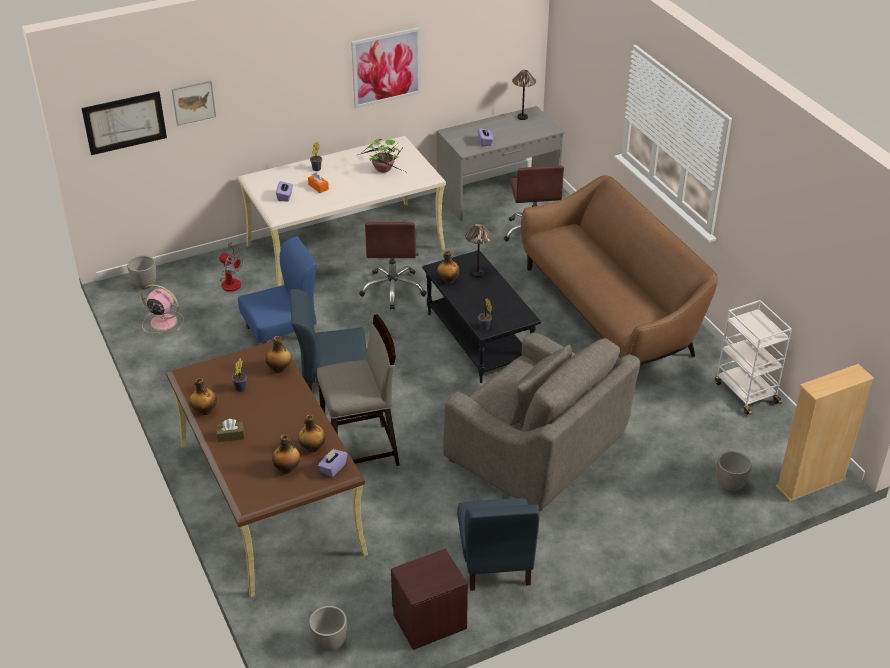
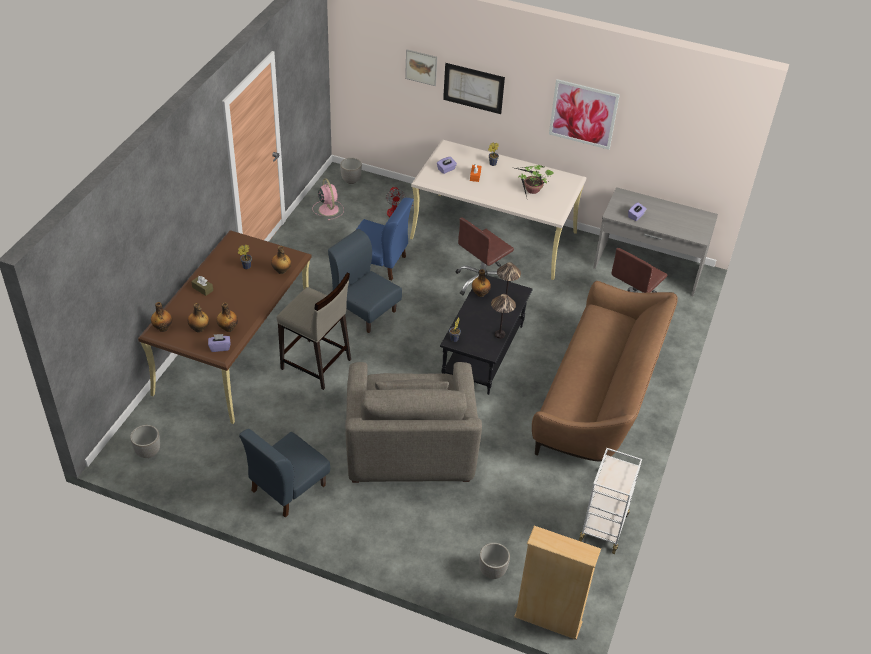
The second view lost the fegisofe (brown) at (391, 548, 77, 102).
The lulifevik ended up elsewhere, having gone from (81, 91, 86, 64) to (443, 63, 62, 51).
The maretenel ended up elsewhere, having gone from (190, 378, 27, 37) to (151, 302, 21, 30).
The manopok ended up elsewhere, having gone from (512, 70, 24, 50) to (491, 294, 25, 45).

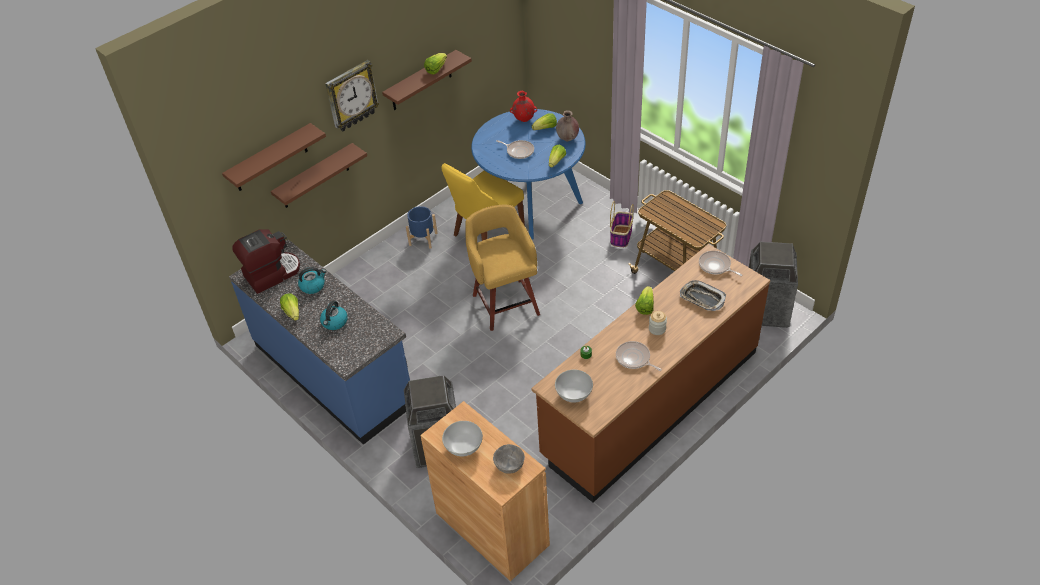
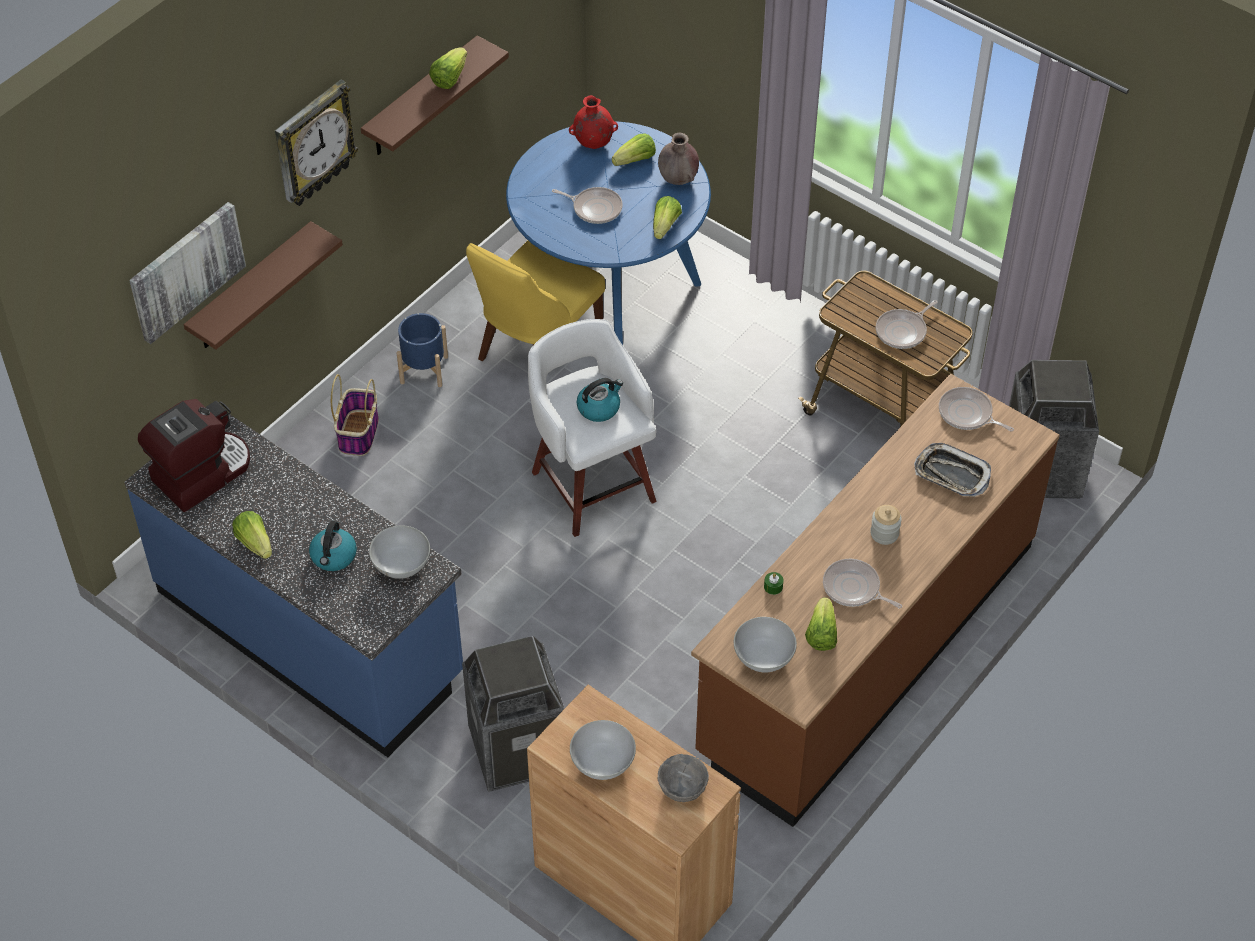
The second view gained the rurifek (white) at (369, 525, 61, 54).
The second view gained the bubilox at (876, 300, 61, 49).
The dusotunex ended up elsewhere, having gone from (298, 267, 28, 27) to (577, 378, 46, 44).
The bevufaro ended up elsewhere, having gone from (610, 201, 24, 47) to (331, 374, 48, 82).
The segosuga ended up elsewhere, having gone from (635, 286, 19, 29) to (805, 597, 32, 54).
Where the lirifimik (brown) hung at (222, 123, 104, 68), the lulifevik came to hang at (129, 202, 117, 142).
What was the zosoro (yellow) at (465, 205, 75, 126) turned into the zosoro (white) at (528, 319, 128, 218).

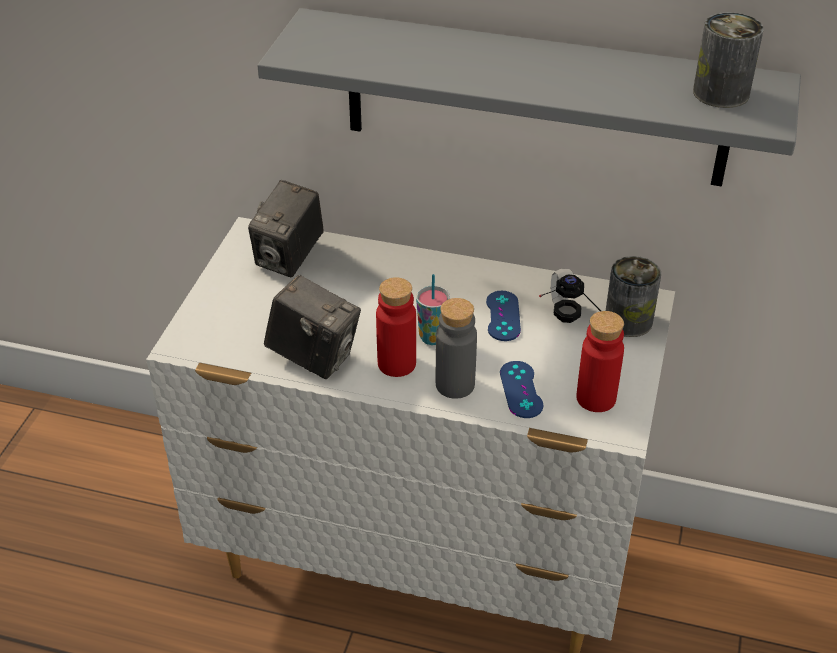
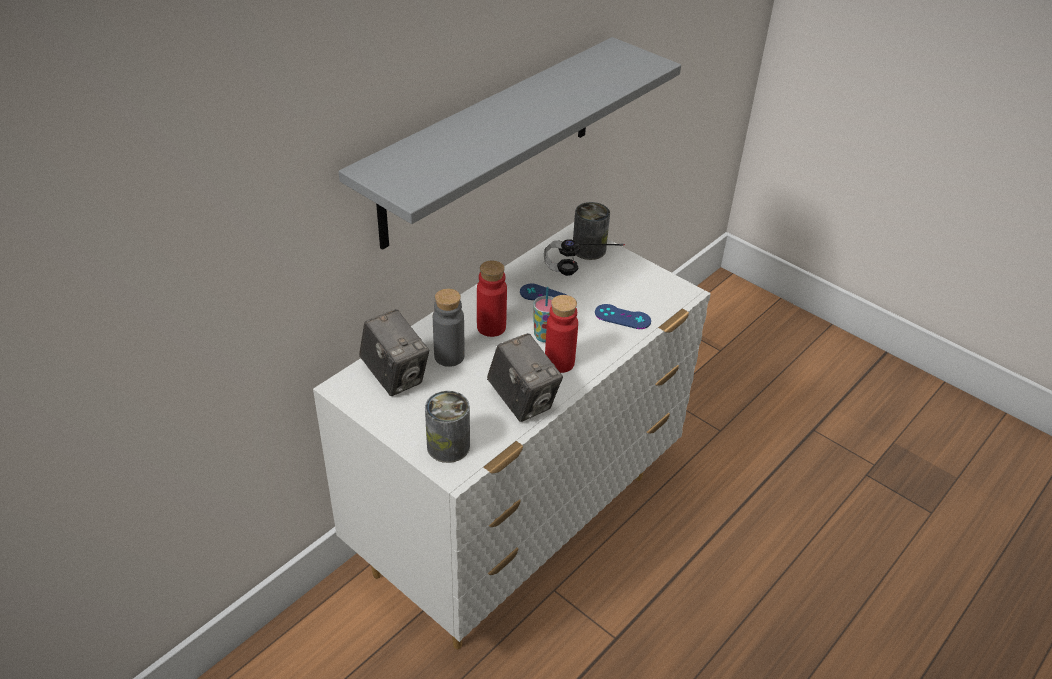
The maretenel (grey) ended up elsewhere, having gone from (436, 298, 41, 101) to (433, 289, 32, 78).
The maretenel (red) ended up elsewhere, having gone from (576, 311, 48, 101) to (477, 260, 30, 77).
The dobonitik ended up elsewhere, having gone from (693, 12, 71, 96) to (425, 391, 45, 72).
The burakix at (264, 275, 97, 104) ended up facing another way, 90 degrees clockwise from before.

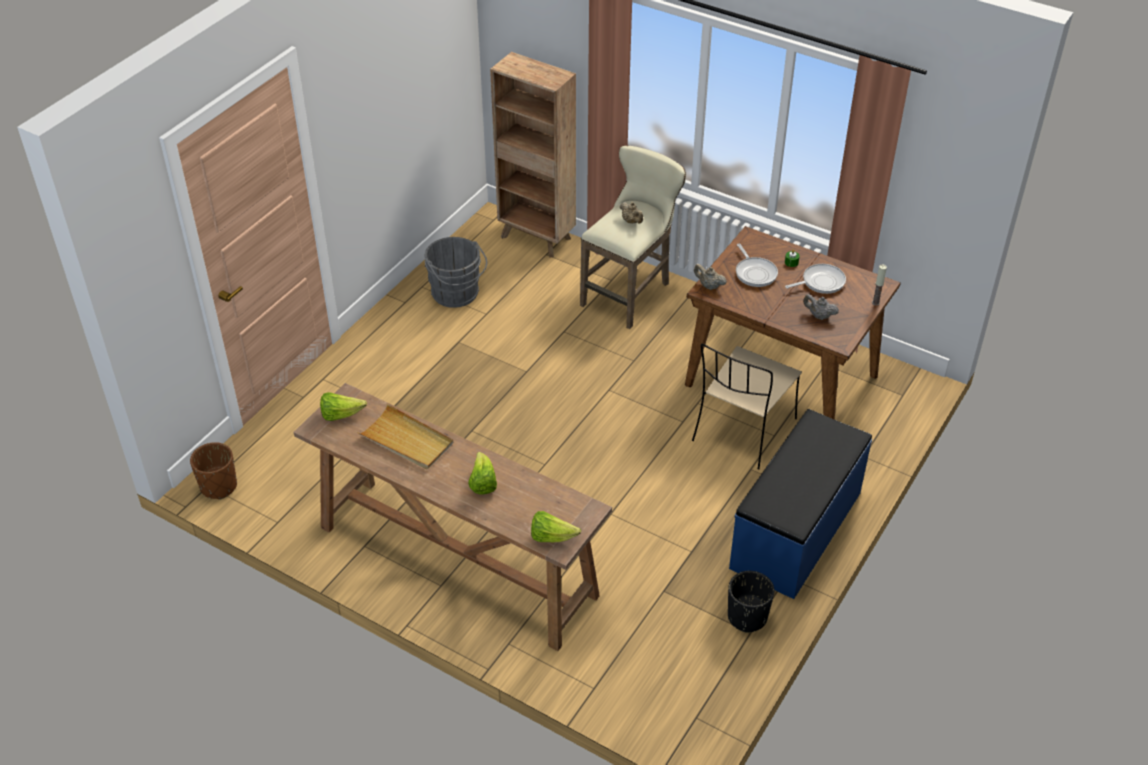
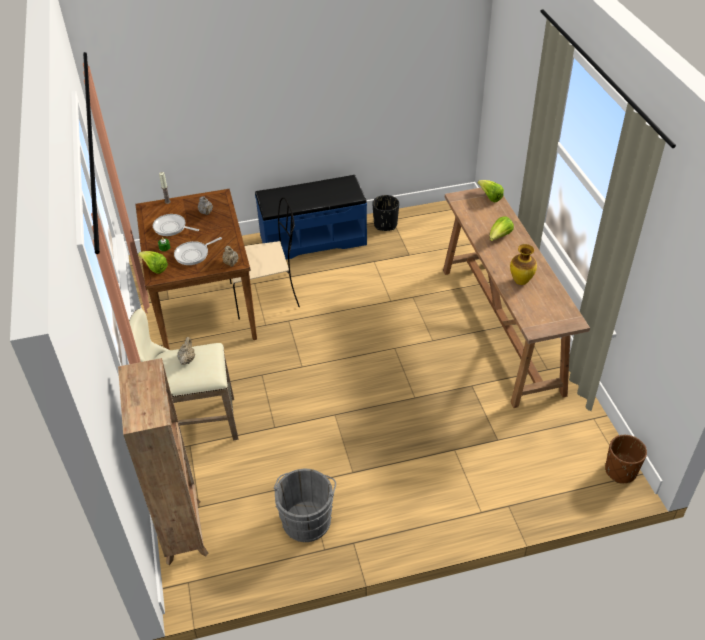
The segosuga ended up elsewhere, having gone from (320, 392, 47, 29) to (138, 251, 30, 23).
Where the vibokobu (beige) stood at (357, 404, 96, 66), the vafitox came to stand at (510, 244, 27, 41).
The bubilox at (736, 244, 42, 43) ended up facing another way, 150 degrees counterclockwise from before.

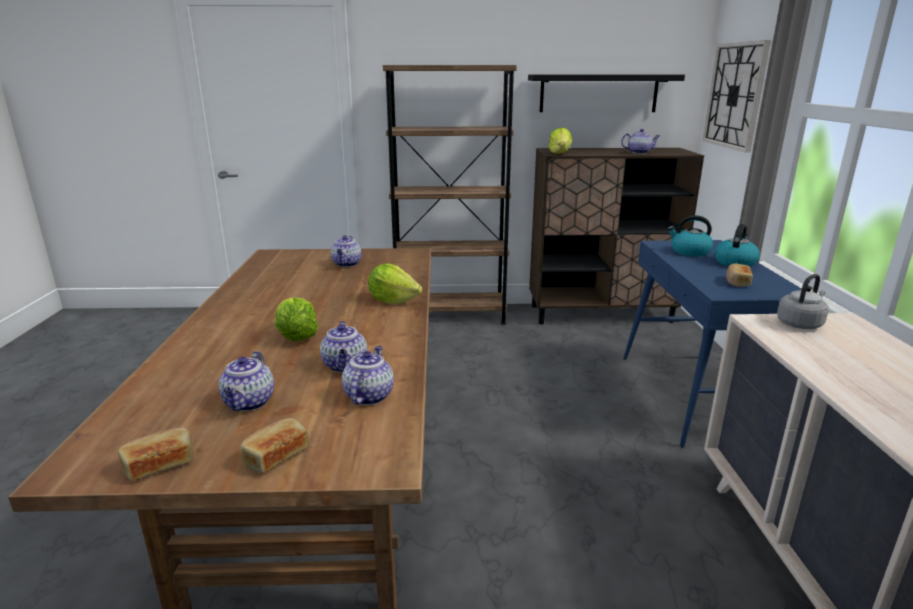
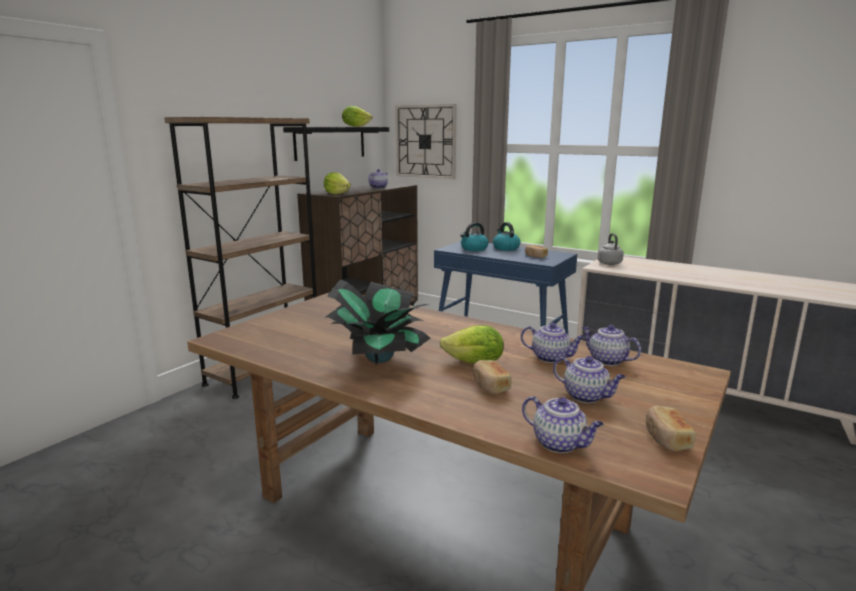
The second view gained the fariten at (326, 280, 105, 84).
The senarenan ended up elsewhere, having gone from (240, 418, 69, 55) to (473, 360, 39, 34).
The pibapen ended up elsewhere, having gone from (331, 235, 31, 32) to (522, 396, 82, 57).
The segosuga ended up elsewhere, having gone from (368, 263, 55, 41) to (342, 106, 30, 21).

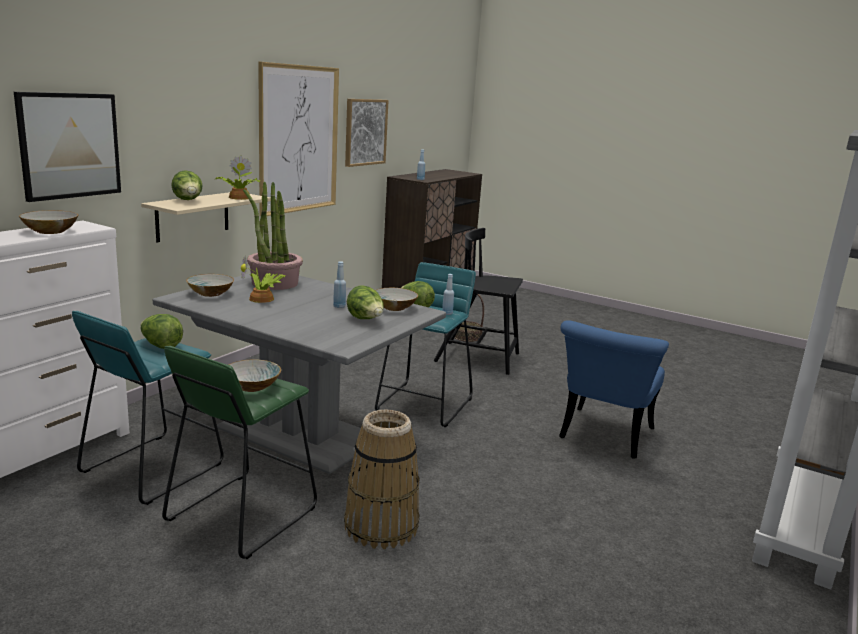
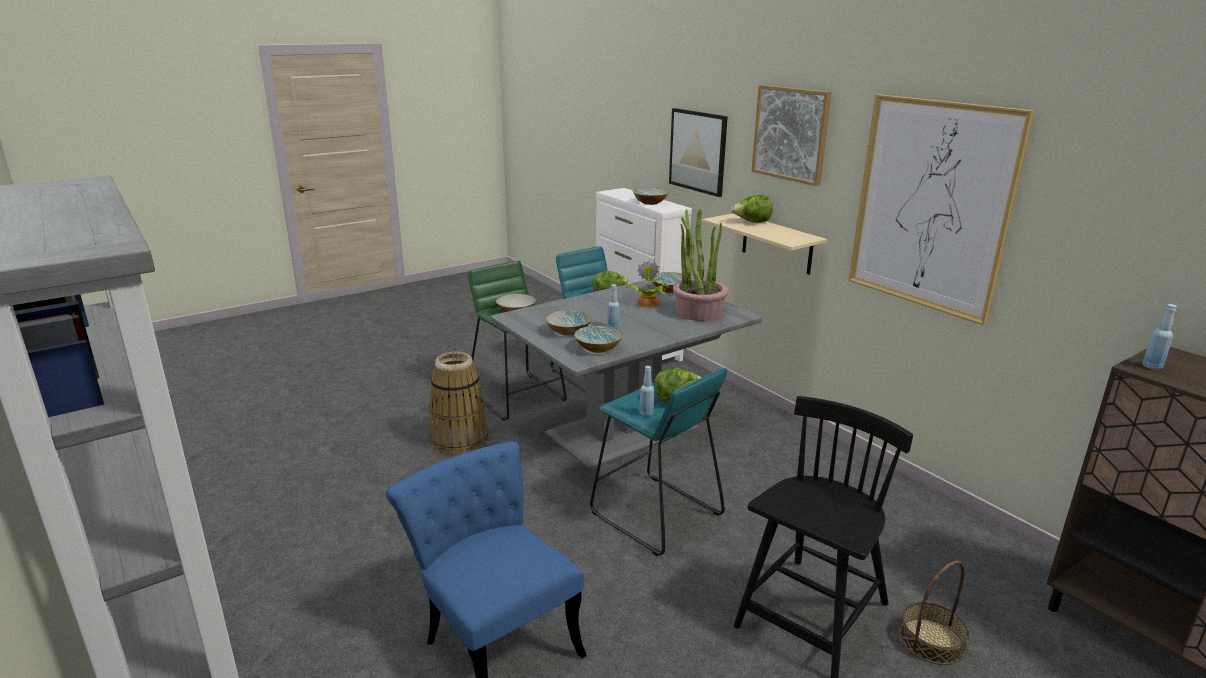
The second view lost the fariten at (216, 155, 44, 45).
The lulifevik ended up elsewhere, having gone from (345, 99, 44, 68) to (751, 85, 81, 101).
Where the segosuga stood at (347, 285, 37, 34), the rurifek came to stand at (545, 310, 47, 26).

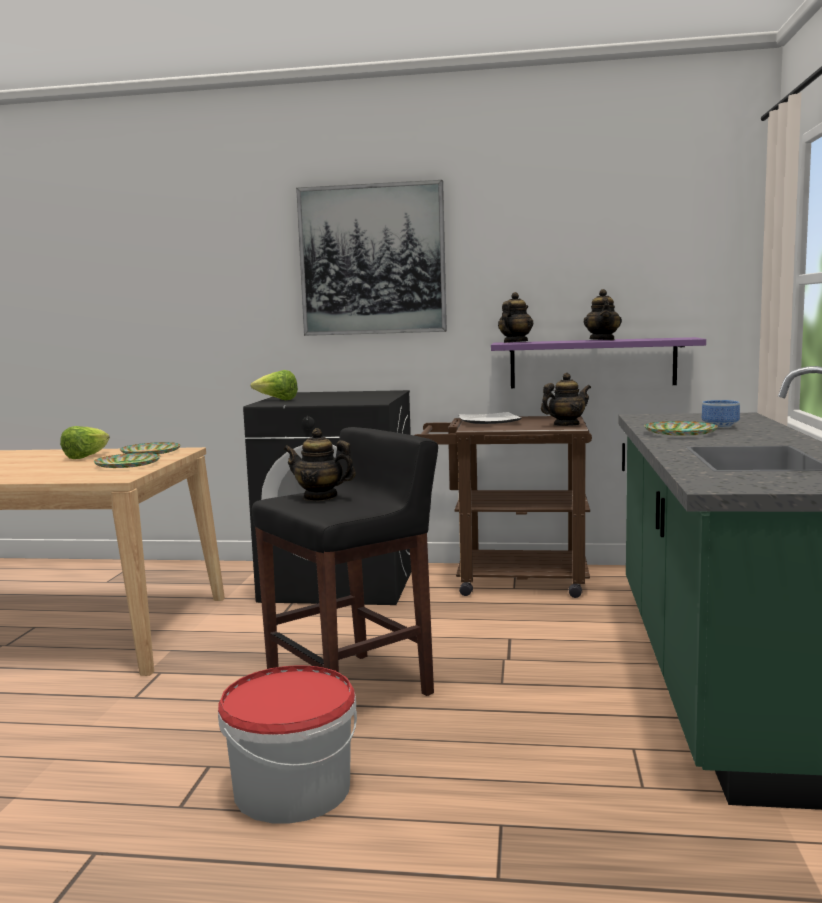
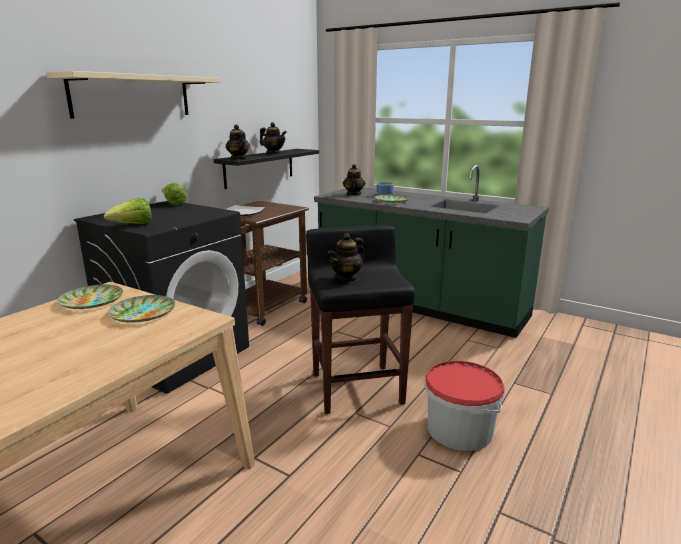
The segosuga ended up elsewhere, having gone from (60, 426, 50, 33) to (162, 183, 25, 22).
The pibapen ended up elsewhere, having gone from (541, 373, 50, 53) to (343, 164, 22, 31).
Where the lulifevik hung at (296, 180, 151, 156), the lirifimik (beige) came to hang at (46, 71, 174, 48).
What was the lirifimik (purple) at (491, 337, 215, 51) turned into the lirifimik (black) at (214, 149, 105, 40).

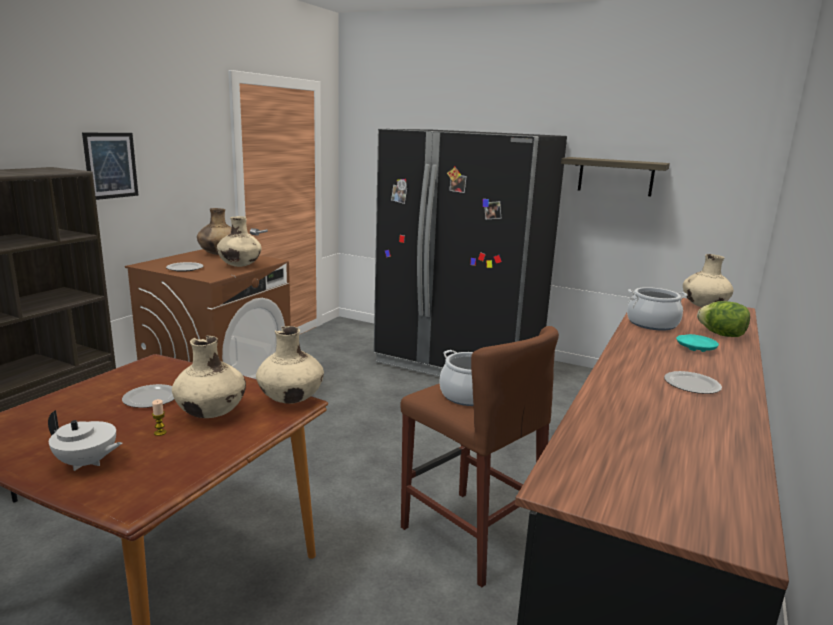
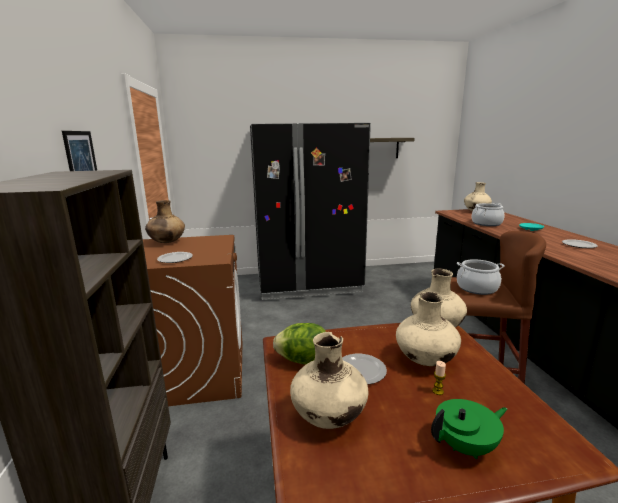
The vafitox (beige) ended up elsewhere, having gone from (217, 216, 45, 51) to (290, 332, 78, 97).
The segosuga ended up elsewhere, having gone from (697, 301, 53, 36) to (273, 323, 53, 41).
What was the pibapen (white) at (48, 410, 74, 61) turned into the pibapen (green) at (431, 399, 76, 60).

